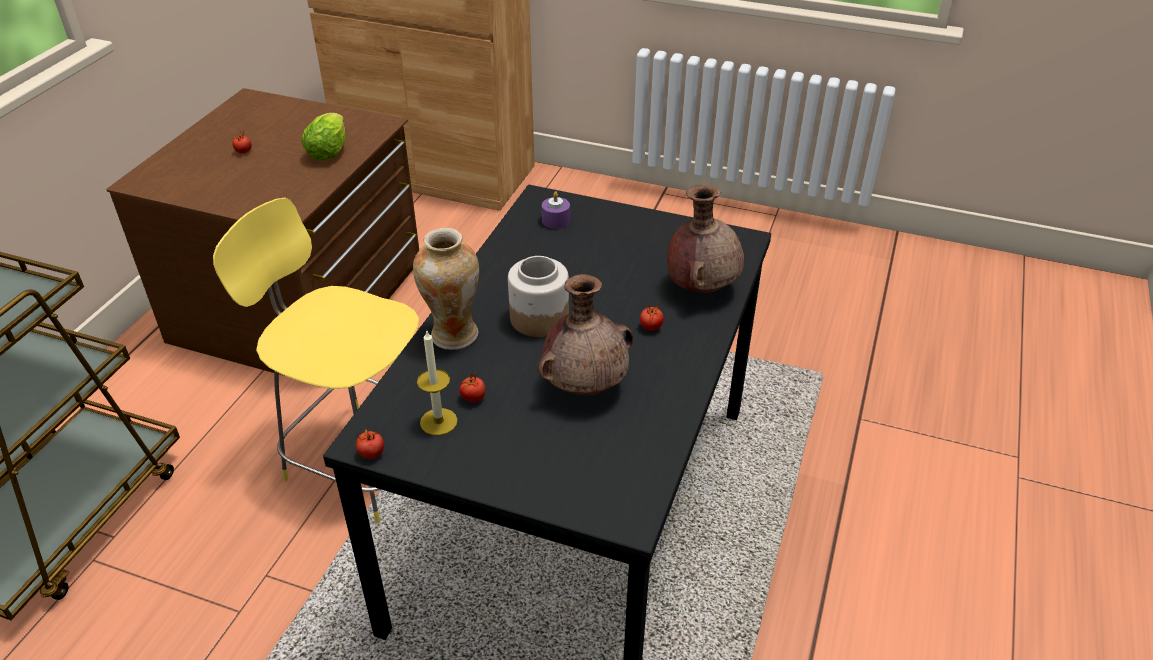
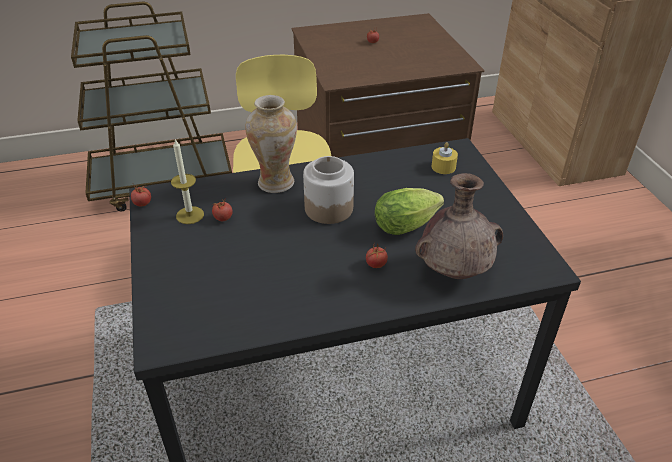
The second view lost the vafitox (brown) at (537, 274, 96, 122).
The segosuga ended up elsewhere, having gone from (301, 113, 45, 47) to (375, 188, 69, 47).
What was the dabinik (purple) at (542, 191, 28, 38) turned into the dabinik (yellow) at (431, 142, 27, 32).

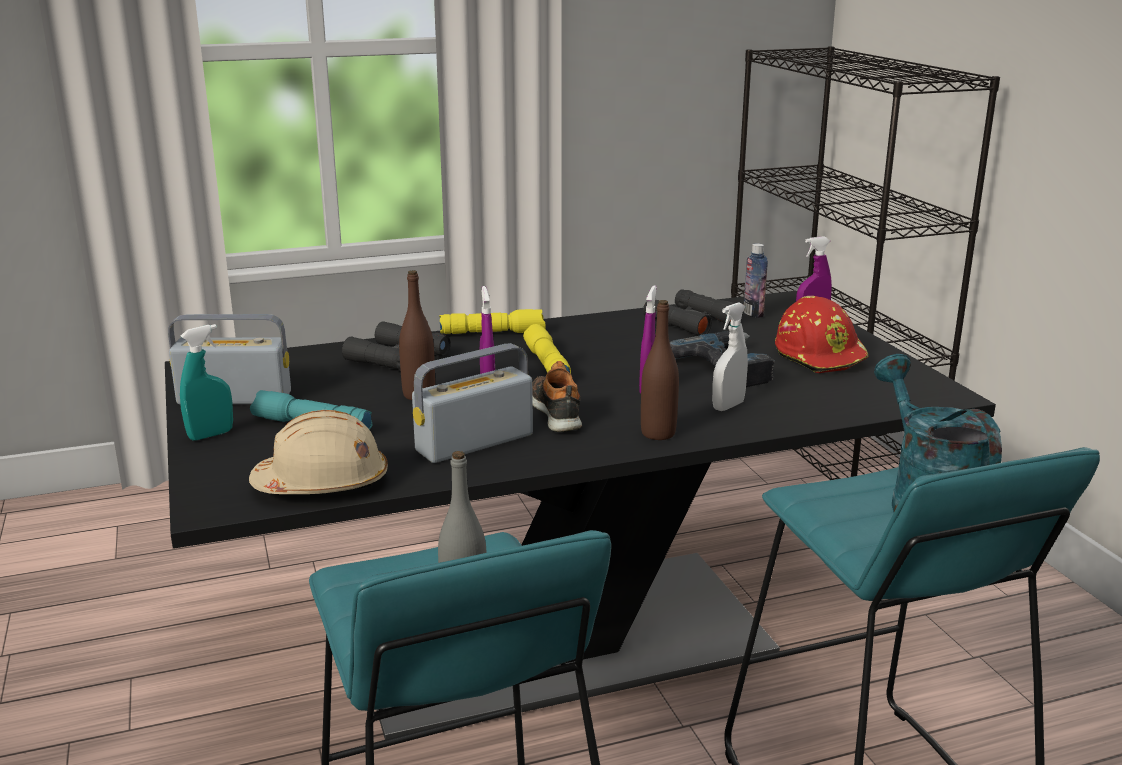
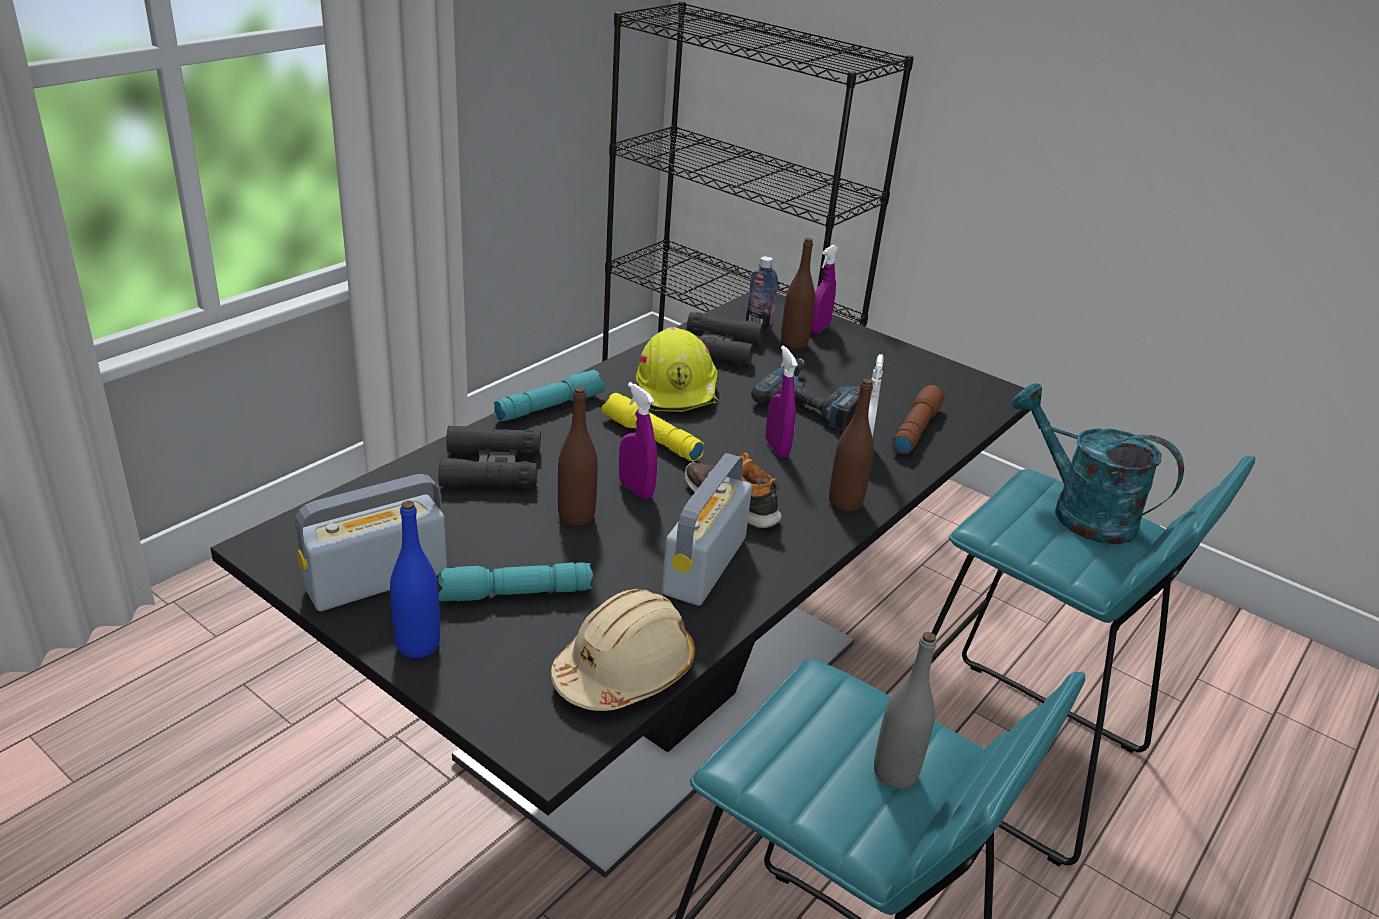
The second view lost the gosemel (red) at (775, 296, 94, 77).
The second view gained the gosemel (yellow) at (636, 327, 83, 85).
The second view gained the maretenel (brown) at (781, 238, 34, 111).
The second view gained the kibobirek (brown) at (892, 385, 53, 69).
Where the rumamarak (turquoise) stood at (180, 324, 53, 117), the maretenel (blue) came to stand at (390, 501, 50, 157).
What was the kibobirek (yellow) at (439, 309, 107, 25) turned into the kibobirek (turquoise) at (494, 370, 111, 52).

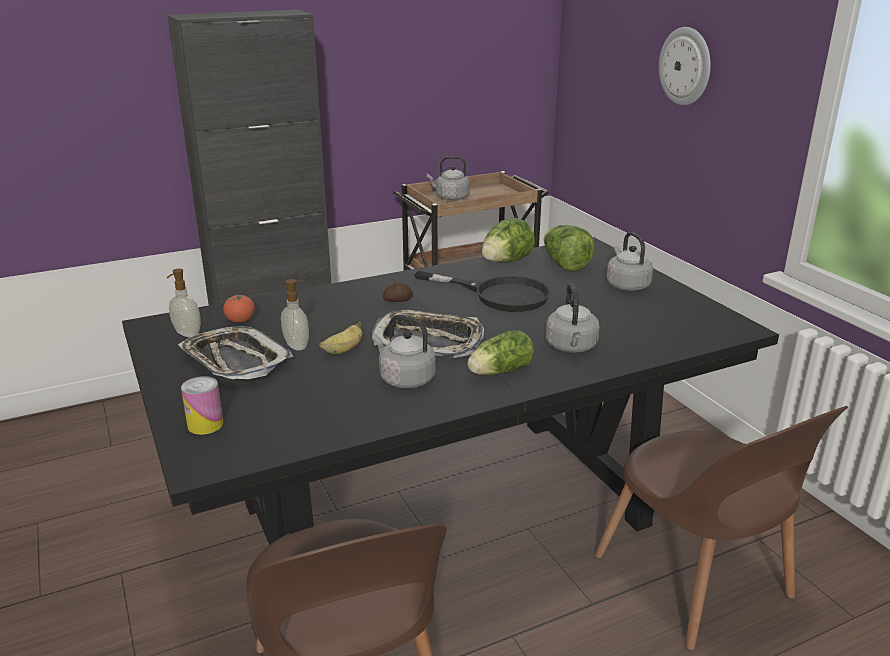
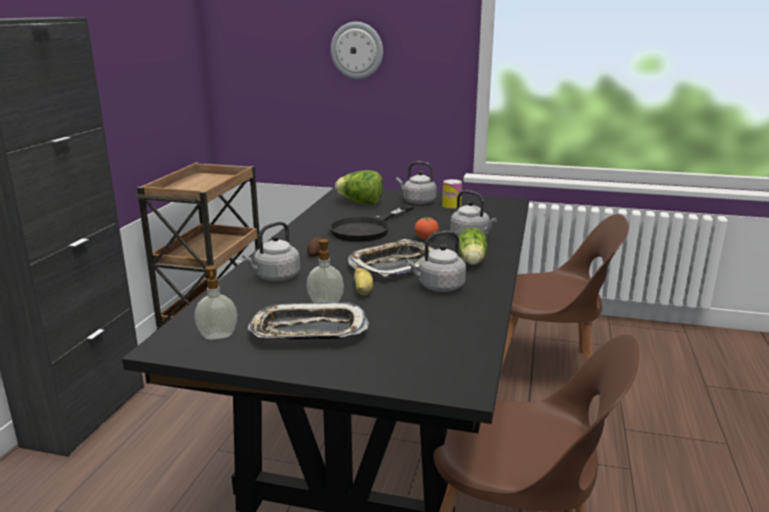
The second view lost the segosuga at (482, 218, 53, 45).
The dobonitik ended up elsewhere, having gone from (181, 376, 42, 59) to (442, 179, 20, 30).
The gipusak ended up elsewhere, having gone from (223, 294, 32, 29) to (415, 217, 24, 22).
The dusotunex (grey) ended up elsewhere, having gone from (427, 156, 43, 44) to (242, 222, 58, 59).
The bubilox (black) at (414, 271, 137, 41) ended up facing another way, 150 degrees clockwise from before.

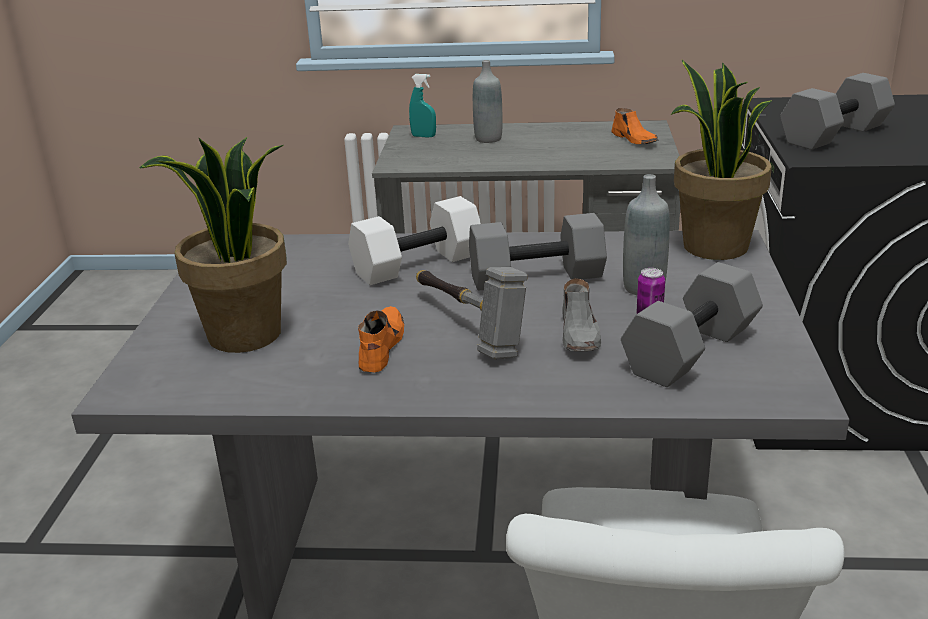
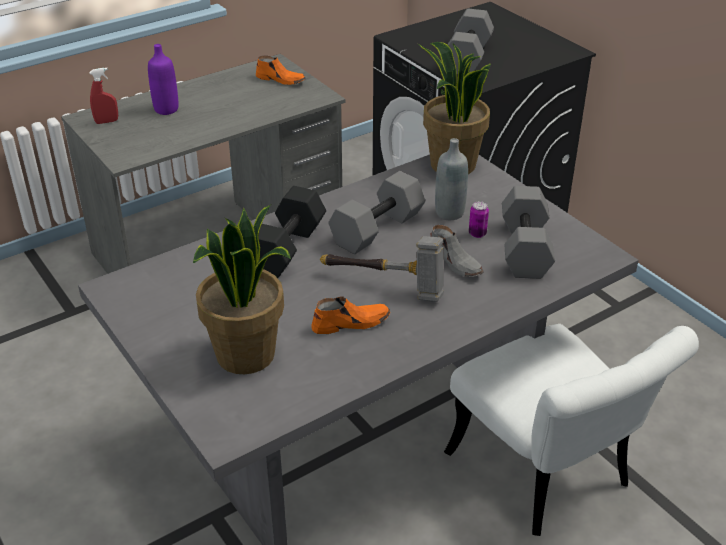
What was the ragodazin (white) at (348, 196, 133, 89) turned into the ragodazin (black) at (259, 186, 67, 92).
What was the rumamarak (turquoise) at (409, 74, 27, 64) turned into the rumamarak (red) at (89, 68, 29, 56).
What was the maretenel (grey) at (473, 60, 30, 83) turned into the maretenel (purple) at (148, 44, 31, 71).
The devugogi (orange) at (358, 306, 46, 67) ended up facing another way, 105 degrees clockwise from before.

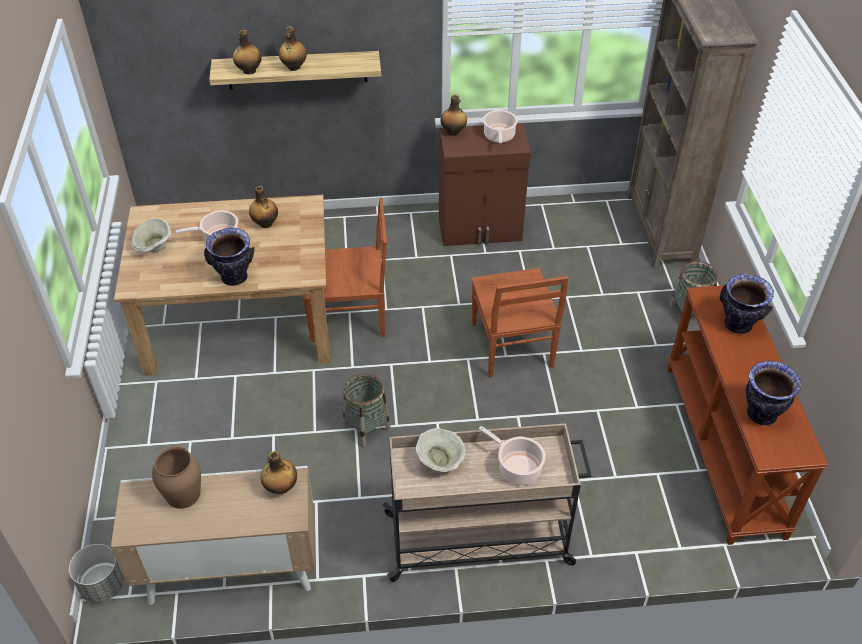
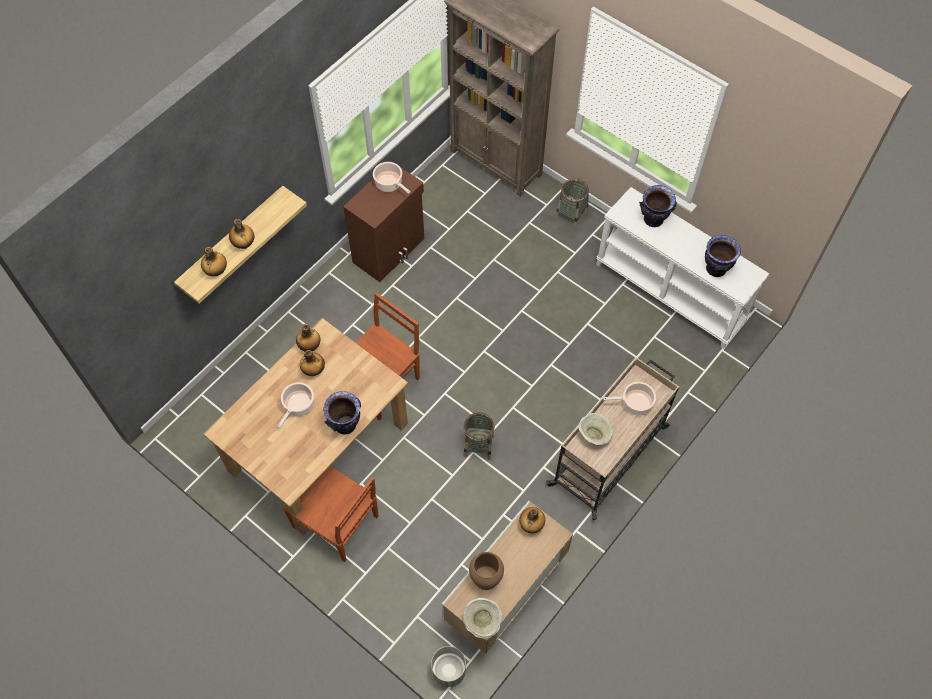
The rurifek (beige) ended up elsewhere, having gone from (131, 218, 40, 35) to (463, 598, 39, 40).
The maretenel ended up elsewhere, having gone from (440, 95, 27, 41) to (296, 324, 24, 28).
The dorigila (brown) ended up elsewhere, having gone from (471, 268, 97, 110) to (282, 466, 97, 96).
What was the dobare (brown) at (667, 285, 161, 260) turned into the dobare (white) at (596, 187, 173, 162).

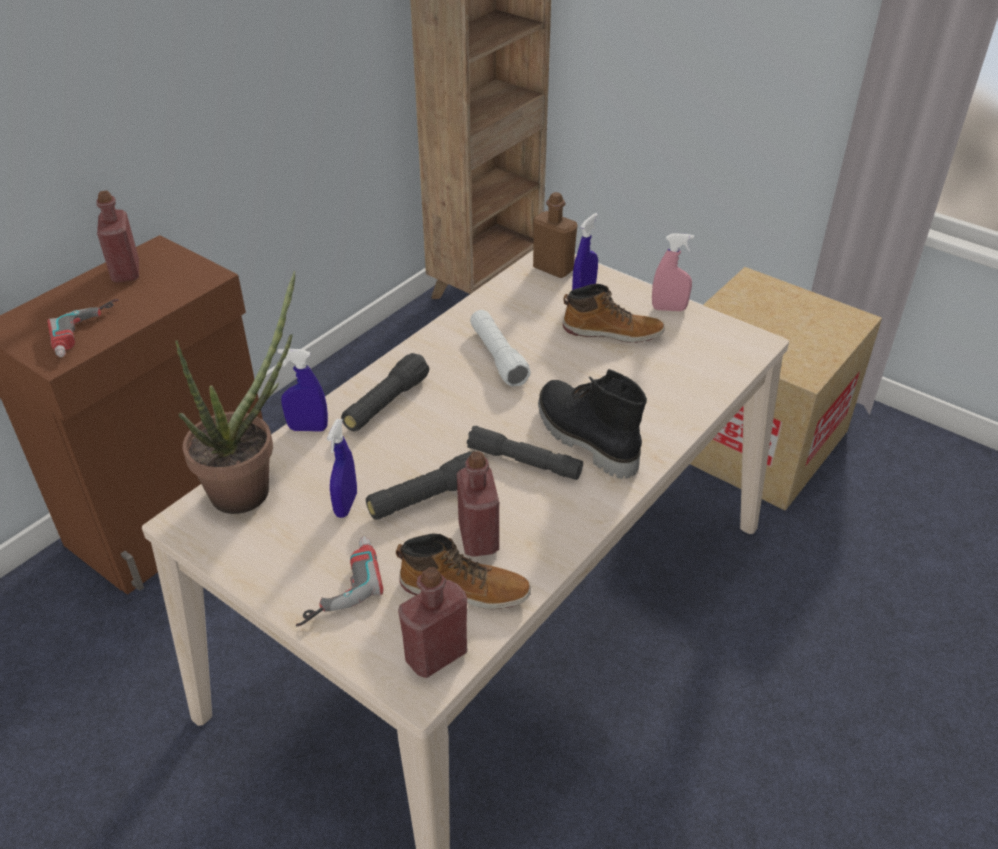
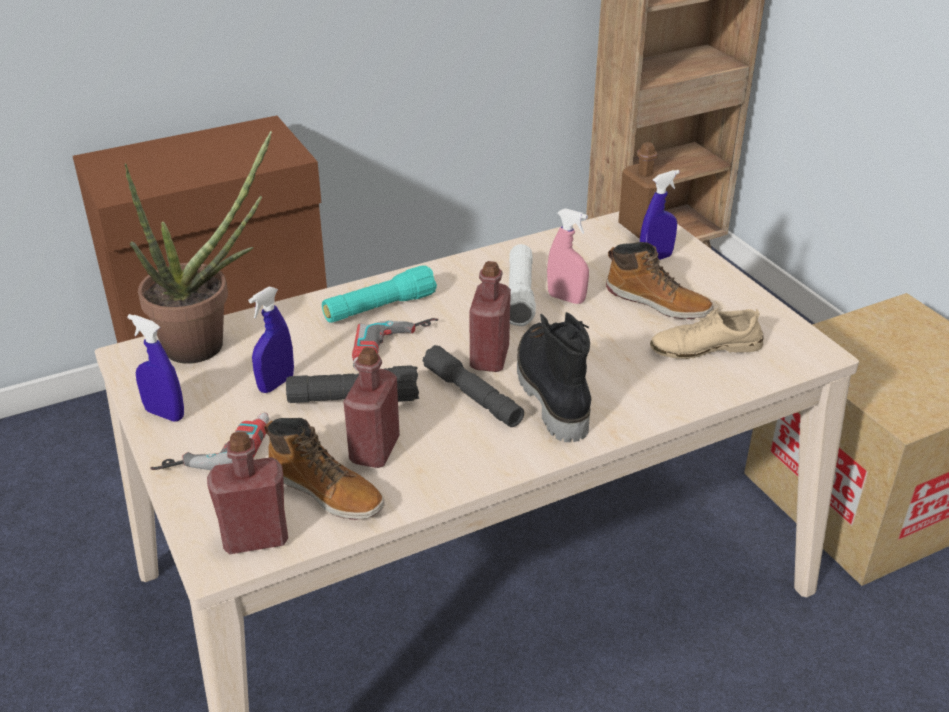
The second view gained the devugogi (beige) at (650, 307, 113, 52).
The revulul ended up elsewhere, having gone from (48, 299, 71, 58) to (352, 318, 86, 53).
The maretenel (red) ended up elsewhere, having gone from (96, 191, 43, 92) to (469, 261, 42, 111).
The rumamarak (blue) ended up elsewhere, having gone from (278, 349, 50, 83) to (127, 314, 57, 108).
The rumamarak (pink) ended up elsewhere, having gone from (652, 233, 42, 78) to (547, 208, 42, 96).
What was the kibobirek (black) at (341, 353, 88, 78) turned into the kibobirek (turquoise) at (322, 265, 115, 58).

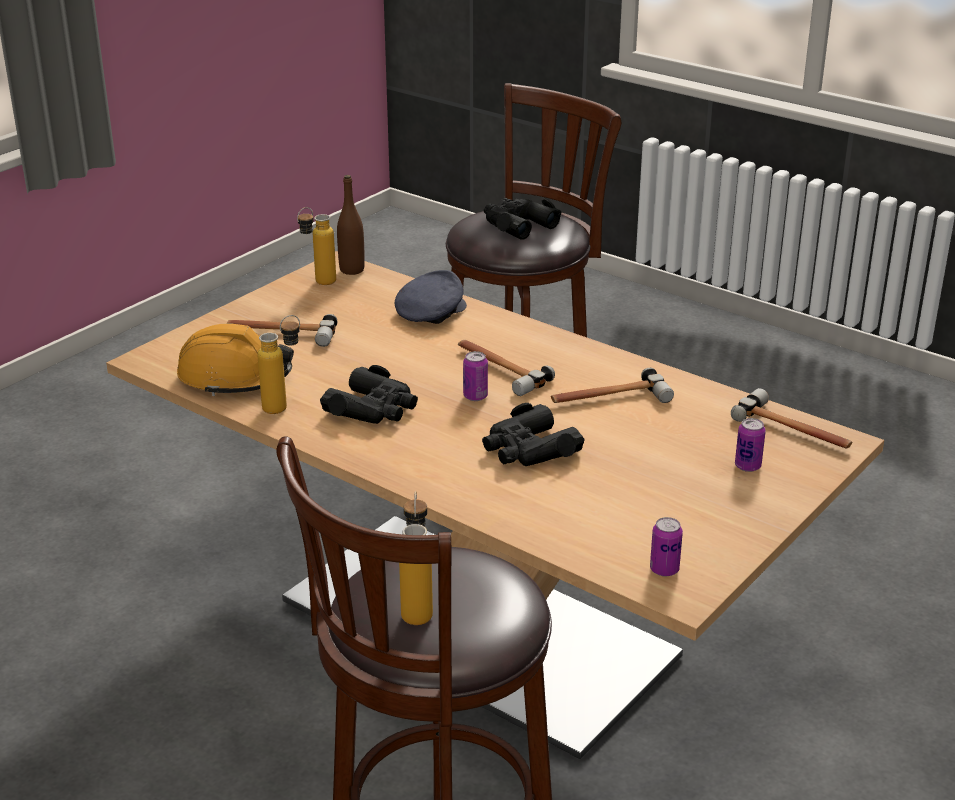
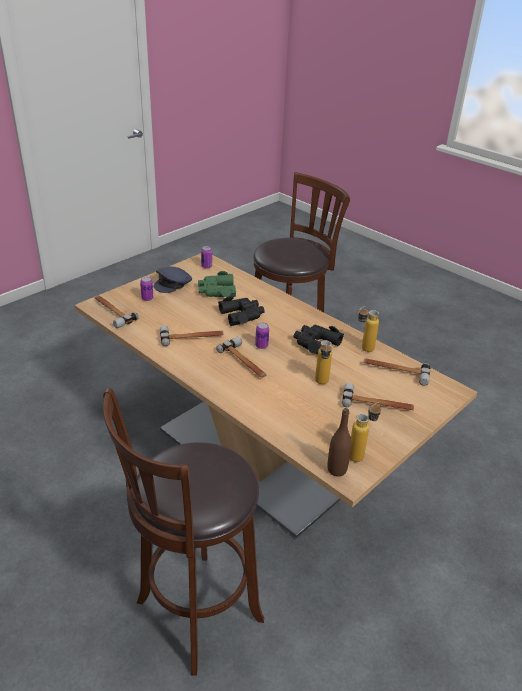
The second view lost the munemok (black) at (484, 198, 77, 42).
The second view gained the munemok (green) at (198, 271, 38, 26).
The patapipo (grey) ended up elsewhere, having gone from (395, 270, 72, 54) to (153, 266, 39, 27).
The maretenel ended up elsewhere, having gone from (399, 491, 34, 134) to (315, 340, 17, 44).
Where the gosemel (orange) stood at (177, 323, 117, 73), the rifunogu came to stand at (363, 358, 68, 28).

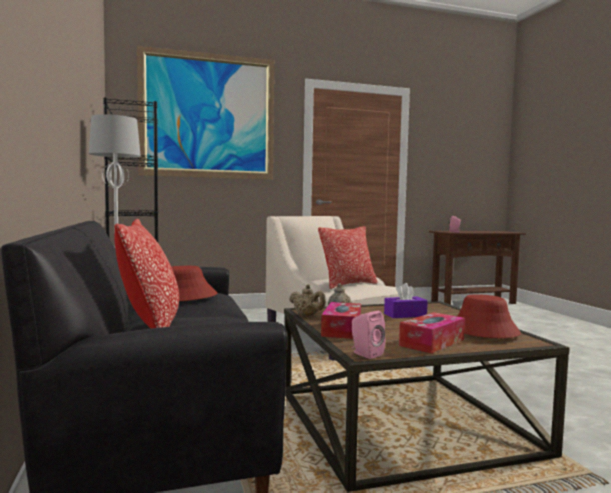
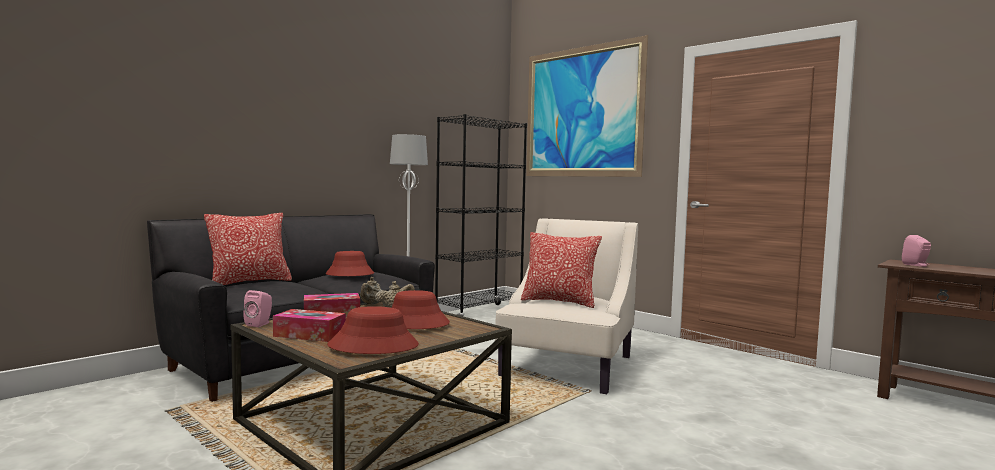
Where the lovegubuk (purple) stood at (384, 283, 44, 35), the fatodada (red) came to stand at (392, 290, 58, 39).

